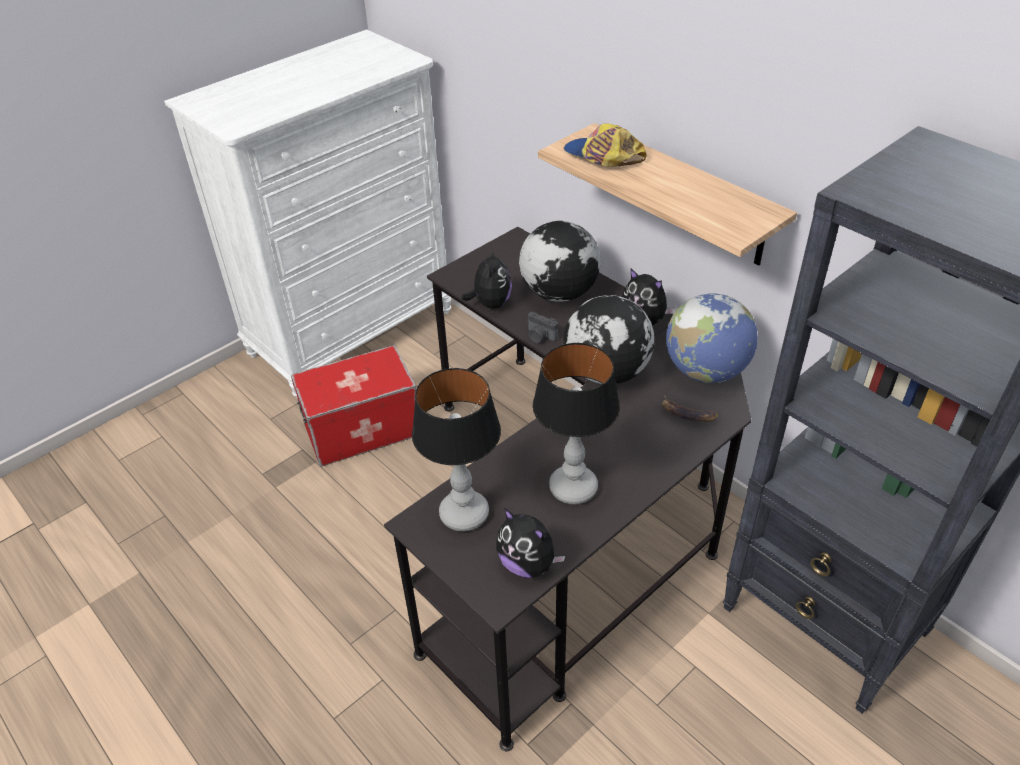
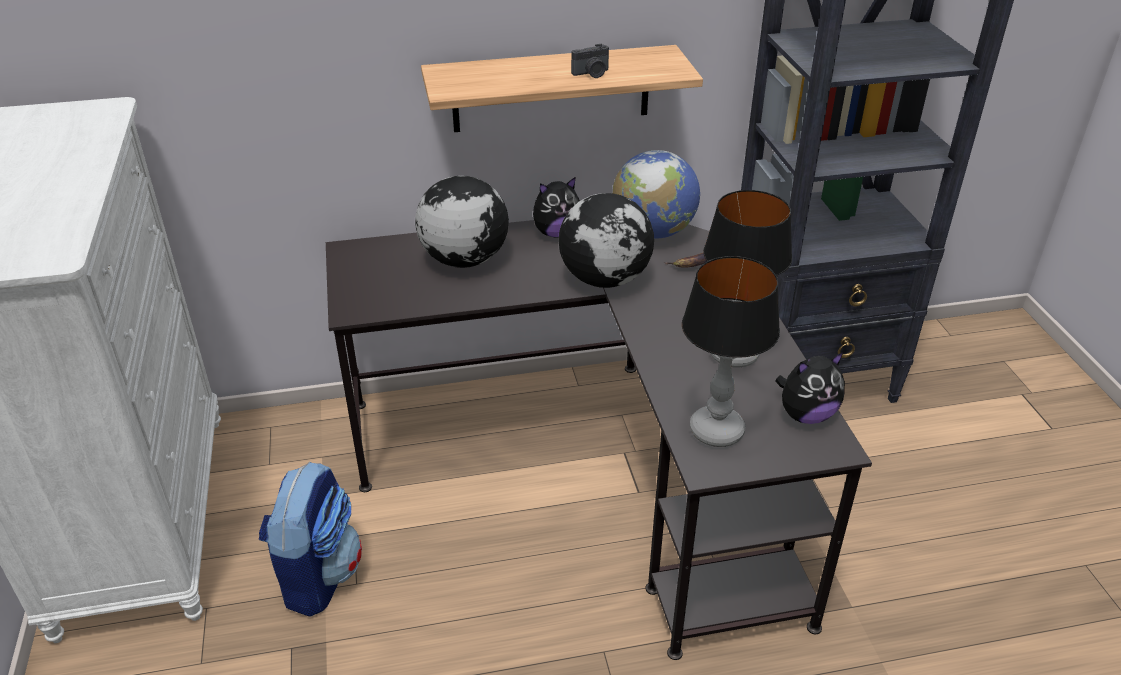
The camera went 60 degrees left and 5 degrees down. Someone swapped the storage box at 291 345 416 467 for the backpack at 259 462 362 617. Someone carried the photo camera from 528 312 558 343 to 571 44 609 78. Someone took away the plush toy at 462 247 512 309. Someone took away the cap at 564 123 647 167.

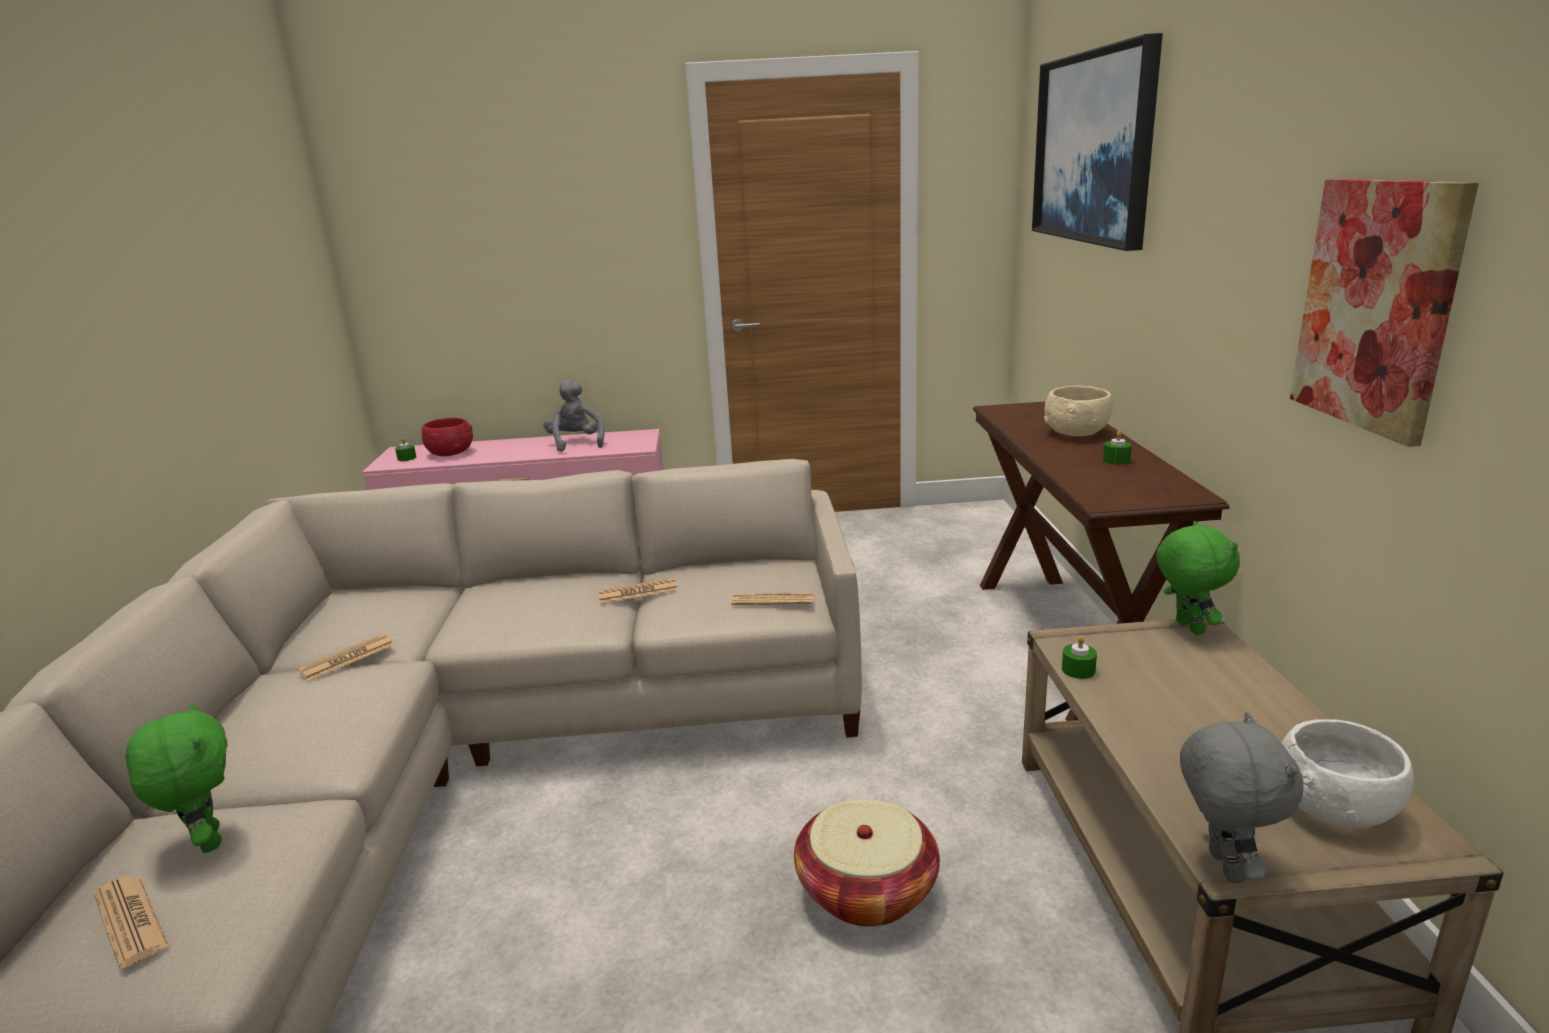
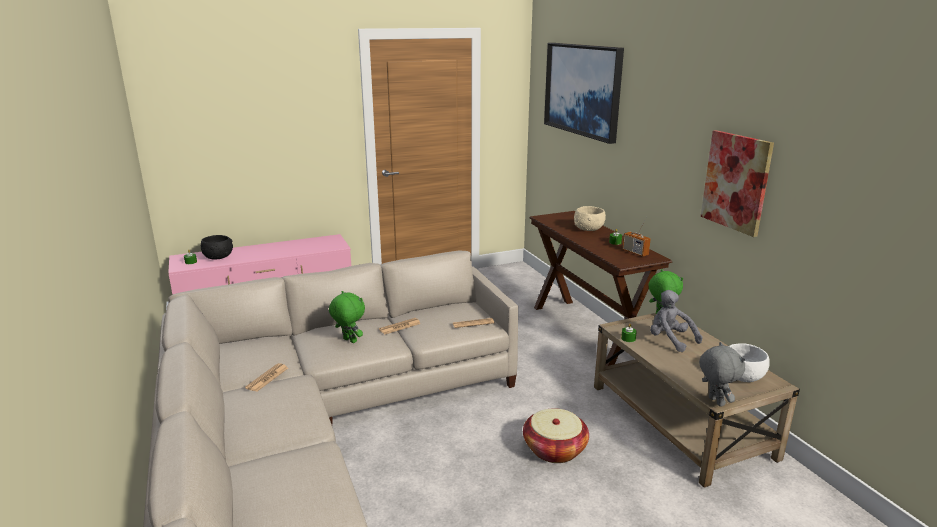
The camera went 20 degrees left and 0 degrees up. Someone repainted the red bowl at 422 418 473 456, which became the black bowl at 201 235 233 260. Someone carried the green plush toy from 125 702 227 853 to 329 291 365 343. Someone put down the radio at 622 217 651 256. Someone carried the grey plush toy from 544 379 605 452 to 650 290 702 352. Someone took away the newspaper at 94 876 169 969.

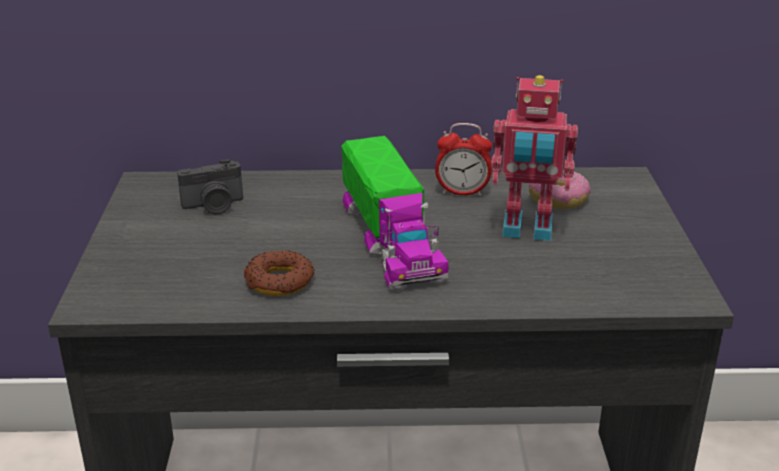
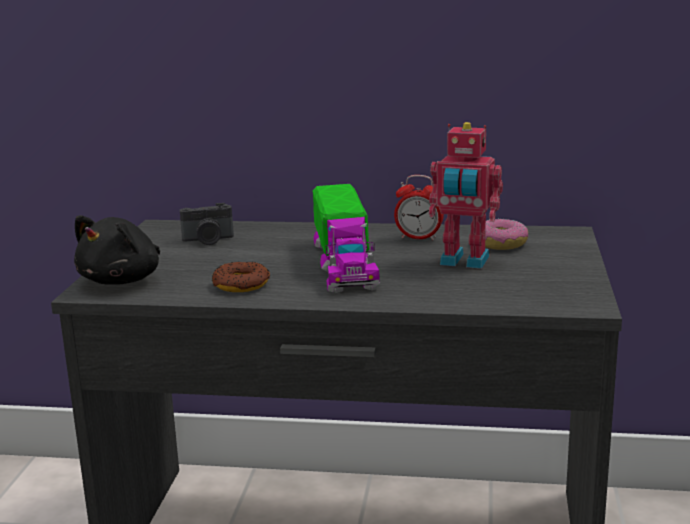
The camera went 10 degrees right and 10 degrees down. Someone put down the black plush toy at 74 215 160 285.

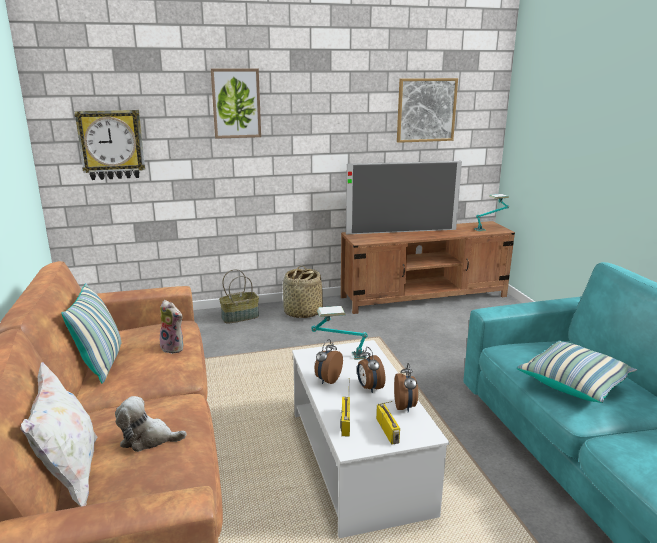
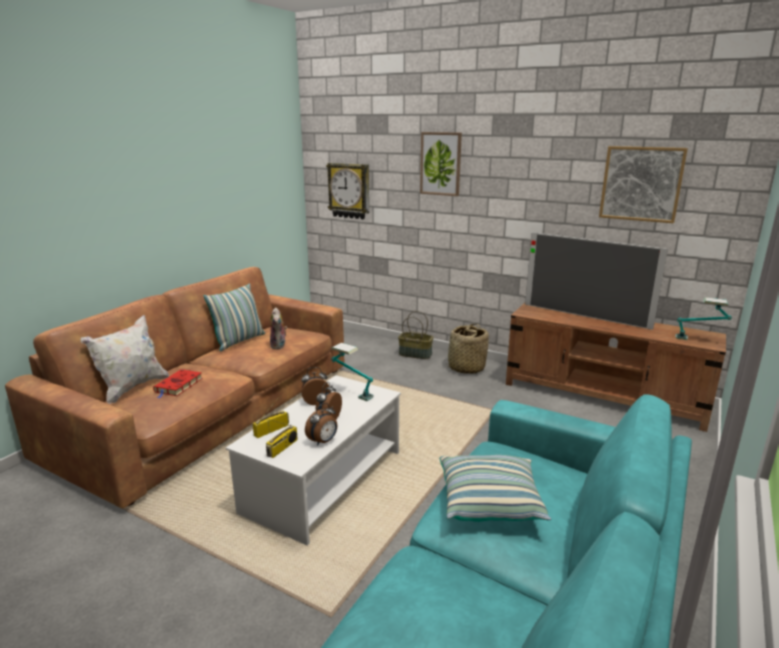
The camera went 45 degrees right and 0 degrees up. Someone swapped the plush toy at 115 396 187 452 for the red book at 153 369 203 398.

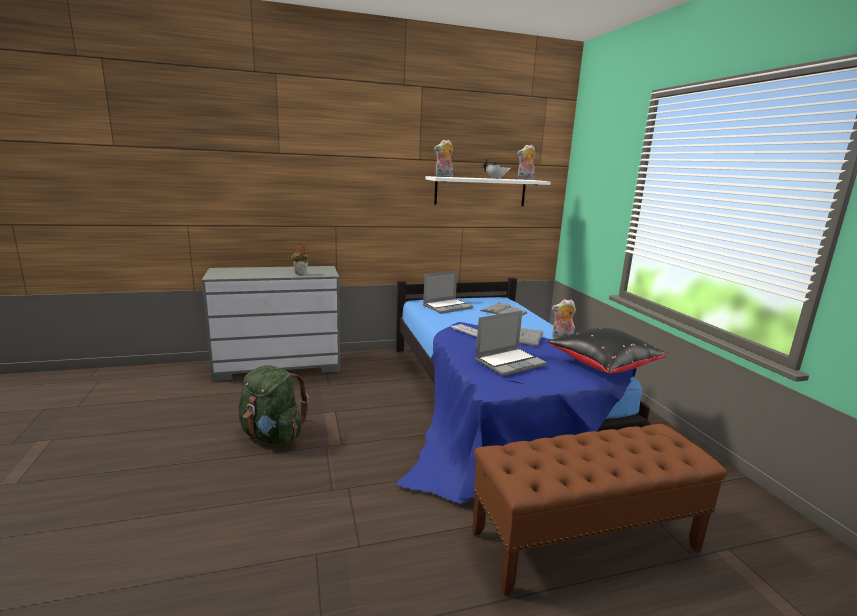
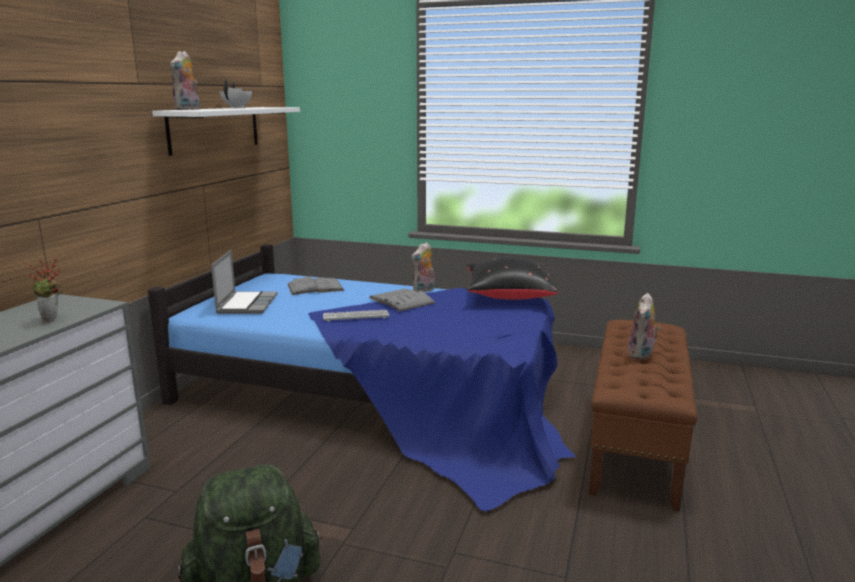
The camera went 55 degrees left and 0 degrees up. Someone carried the plush toy from 517 145 536 180 to 628 293 660 359. Someone took away the laptop at 475 311 547 376.

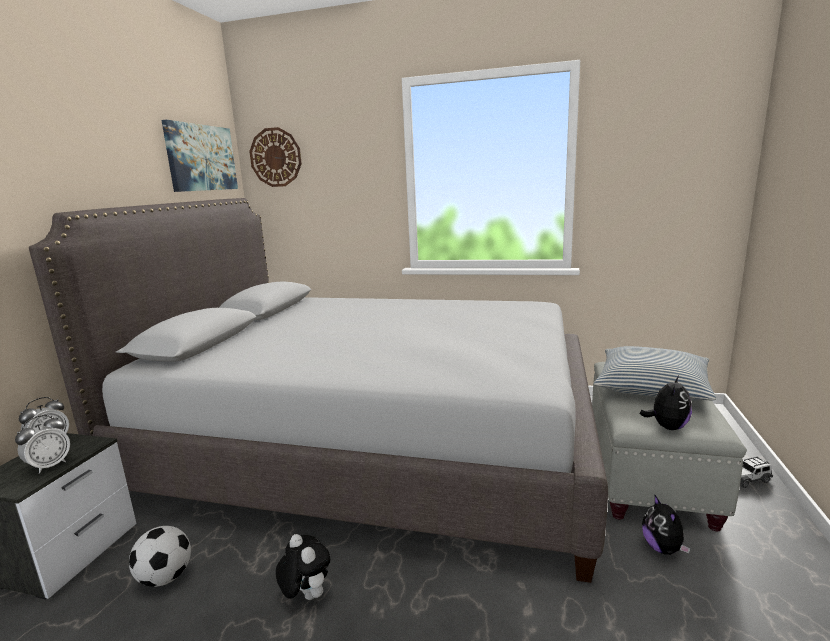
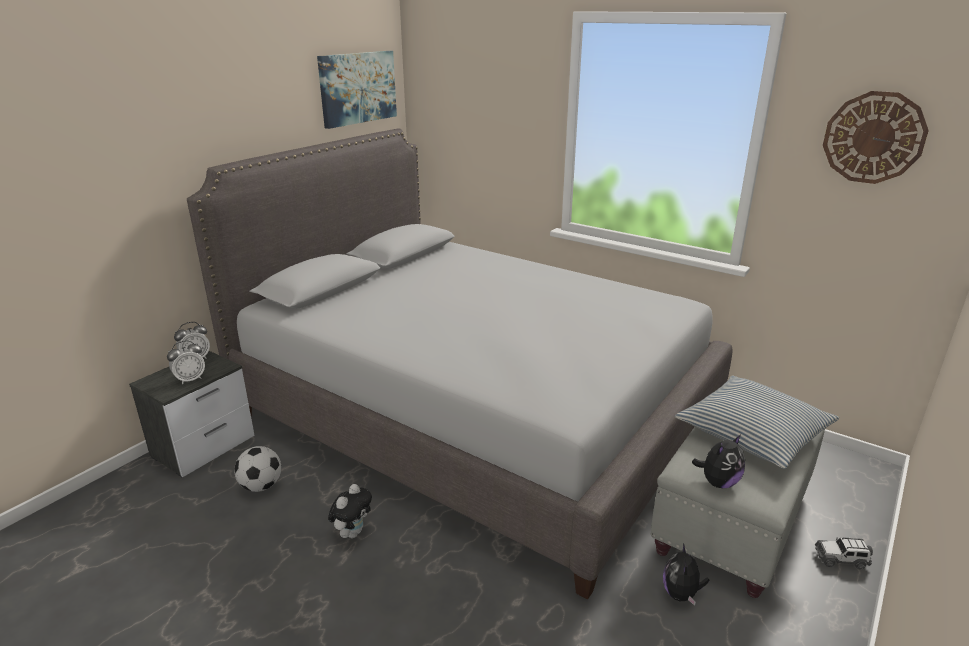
The camera went 20 degrees right and 10 degrees up. Someone rotated the plush toy at 276 534 330 600 by 45 degrees clockwise. Someone carried the wall clock from 249 127 302 187 to 823 91 929 184.

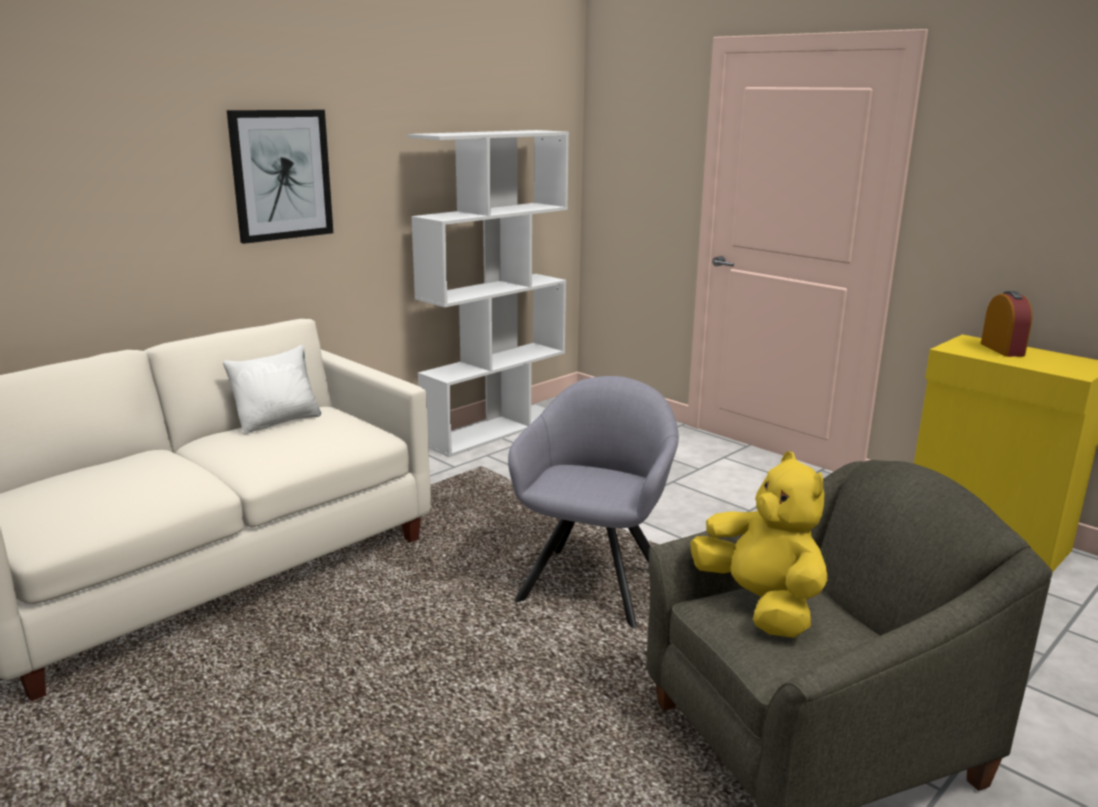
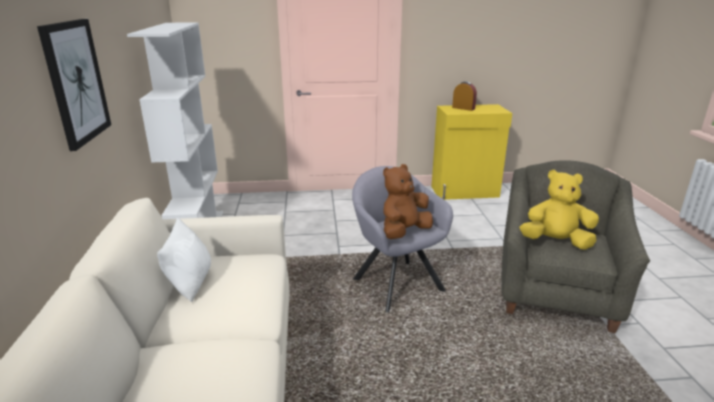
The camera went 50 degrees left and 5 degrees up. Someone put down the brown plush toy at 383 164 433 239.

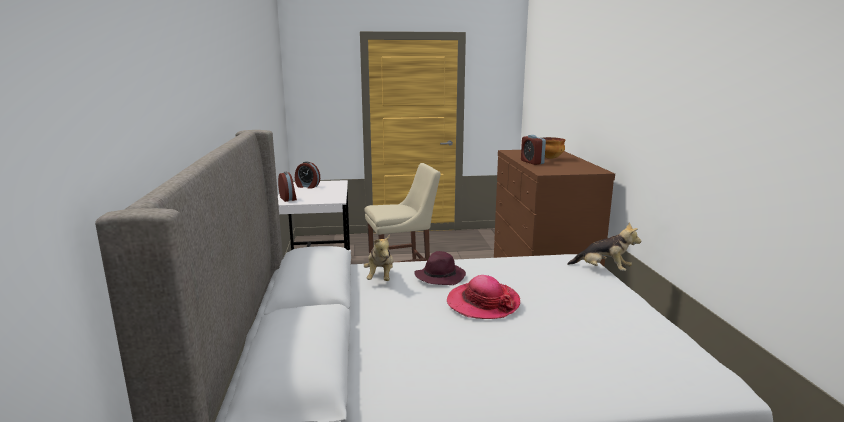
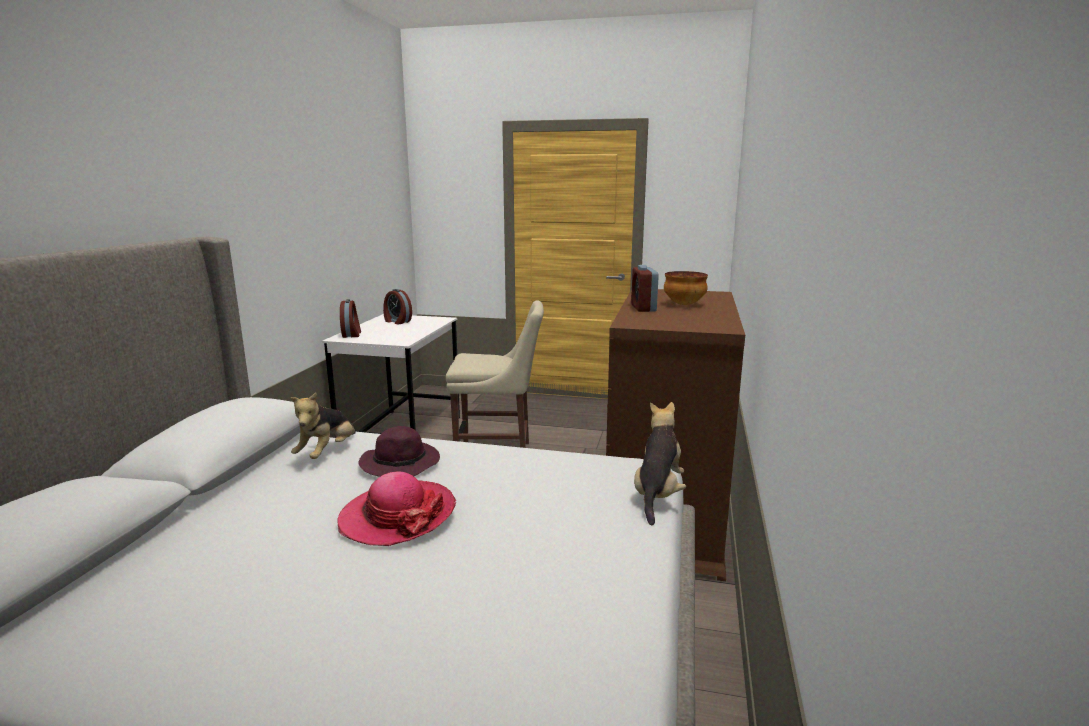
The camera went 20 degrees right and 0 degrees up. Someone rotated the plush toy at 568 222 641 271 by 120 degrees counterclockwise.

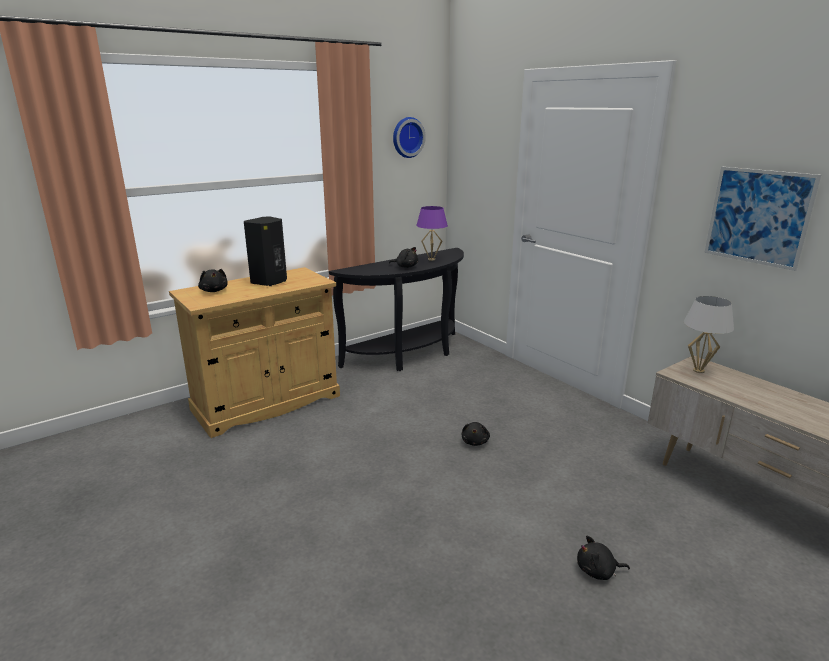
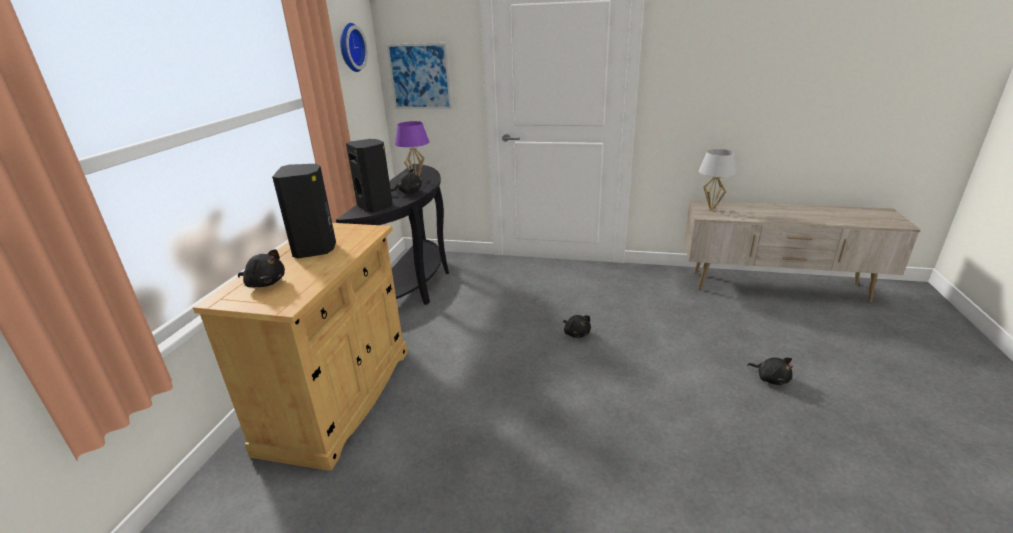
The camera went 40 degrees left and 5 degrees up. Someone put down the black speaker at 346 139 393 213. Someone carried the picture from 704 167 821 271 to 387 43 452 109. Someone rotated the black plush toy at 577 535 630 580 by 90 degrees counterclockwise.

